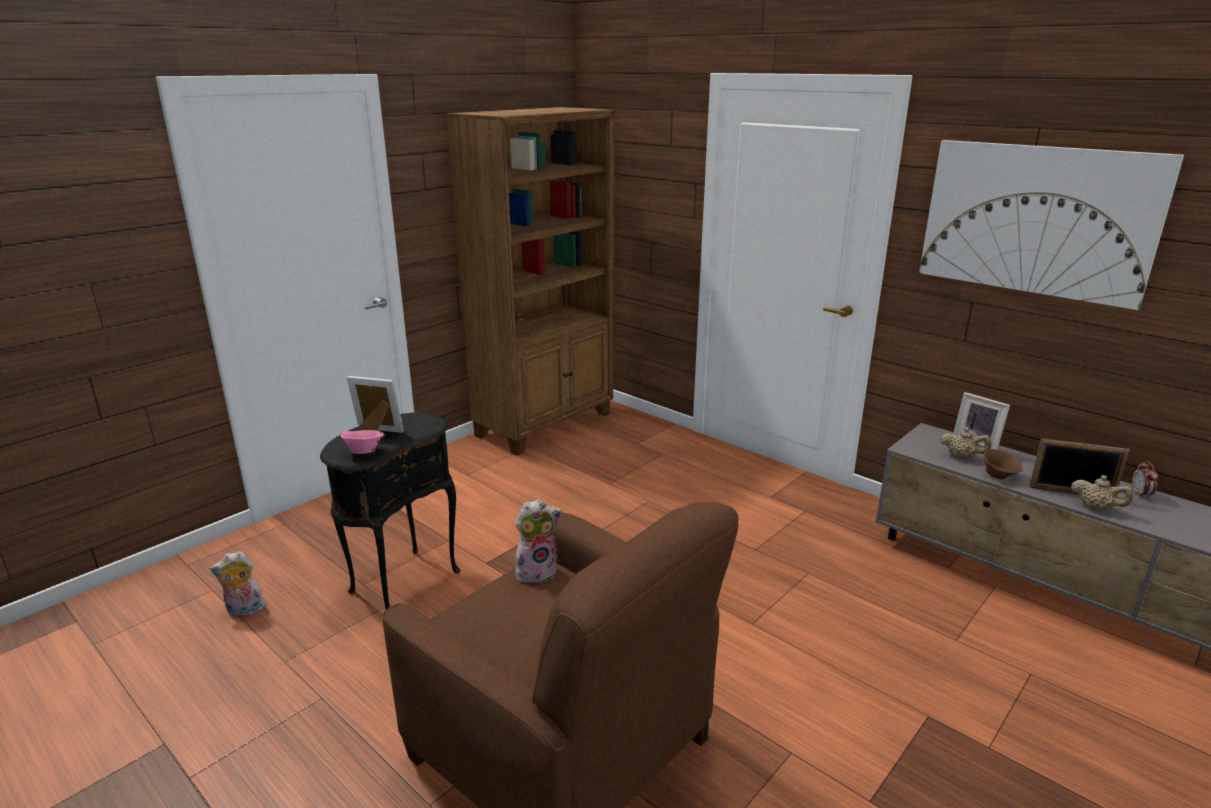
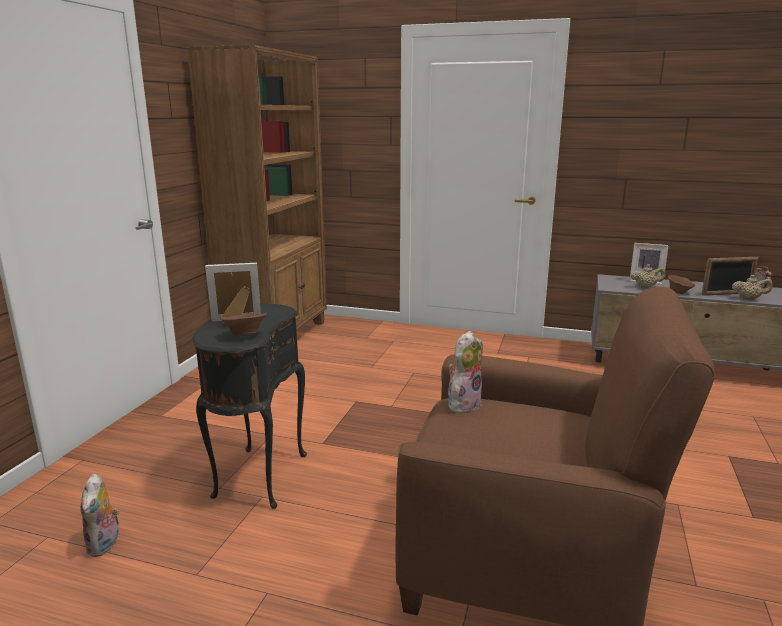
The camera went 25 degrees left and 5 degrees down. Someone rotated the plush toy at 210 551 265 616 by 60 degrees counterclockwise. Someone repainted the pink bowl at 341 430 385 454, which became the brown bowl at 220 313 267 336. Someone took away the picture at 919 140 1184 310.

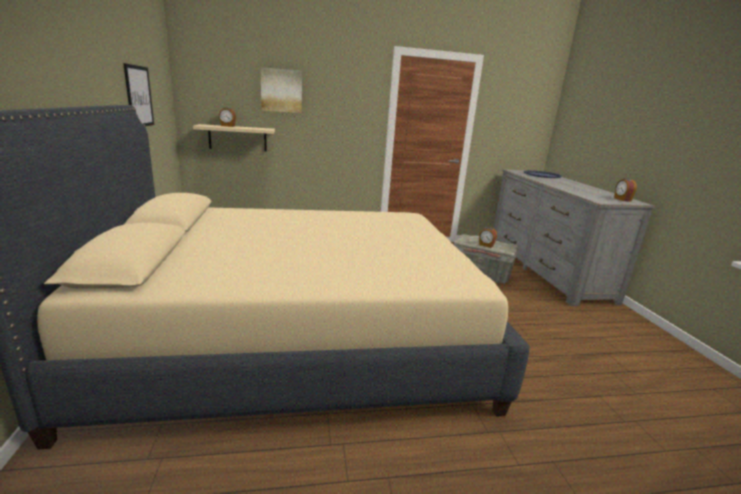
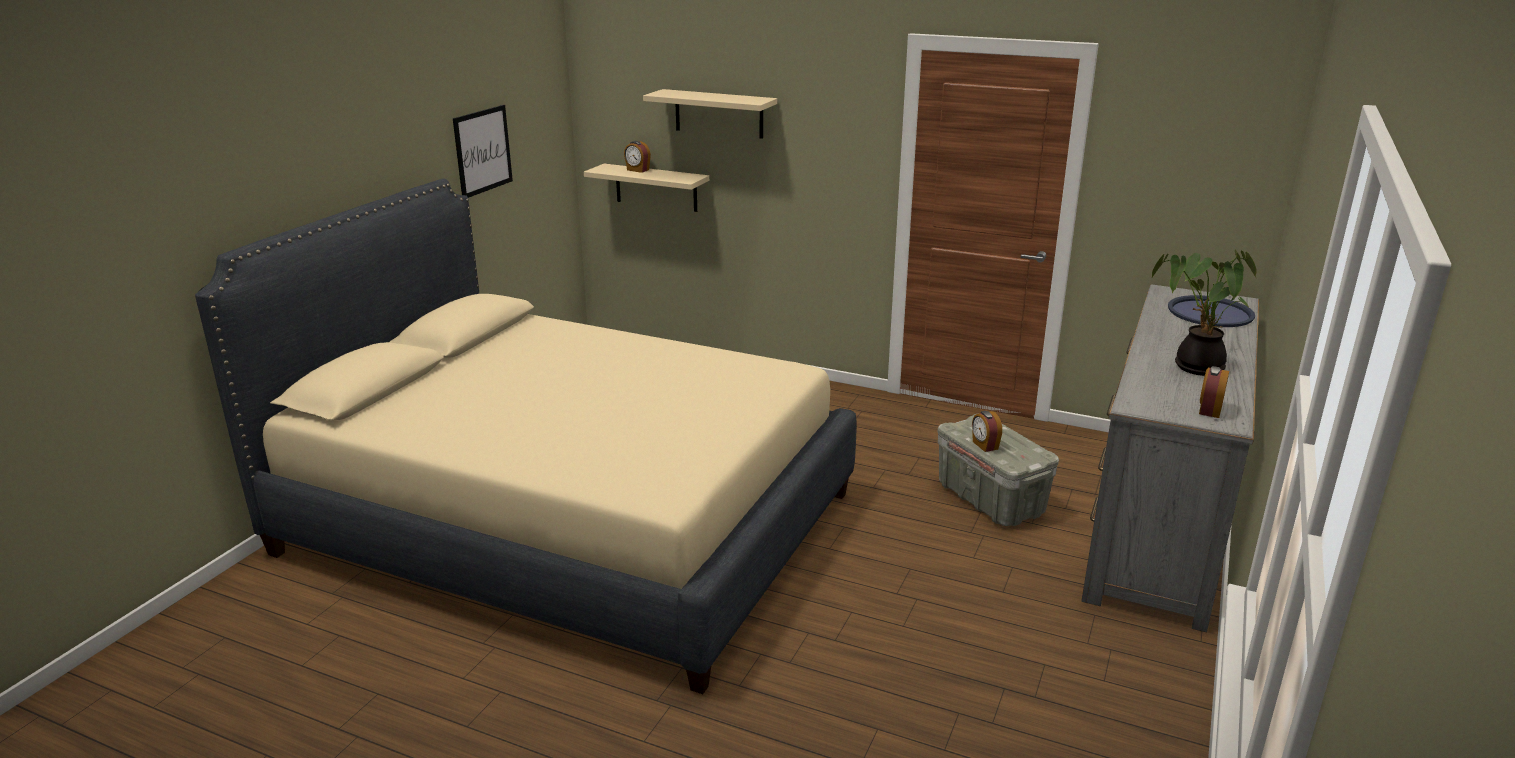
The camera went 35 degrees right and 5 degrees up. Someone swapped the picture at 260 67 302 113 for the beige shelf at 643 89 777 139. Someone put down the potted plant at 1151 249 1257 376.

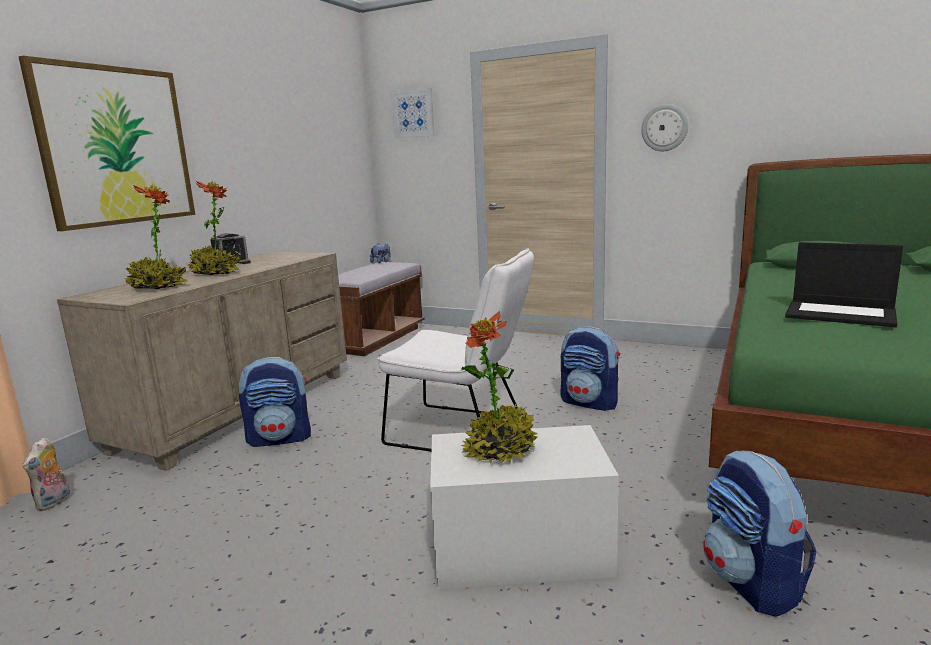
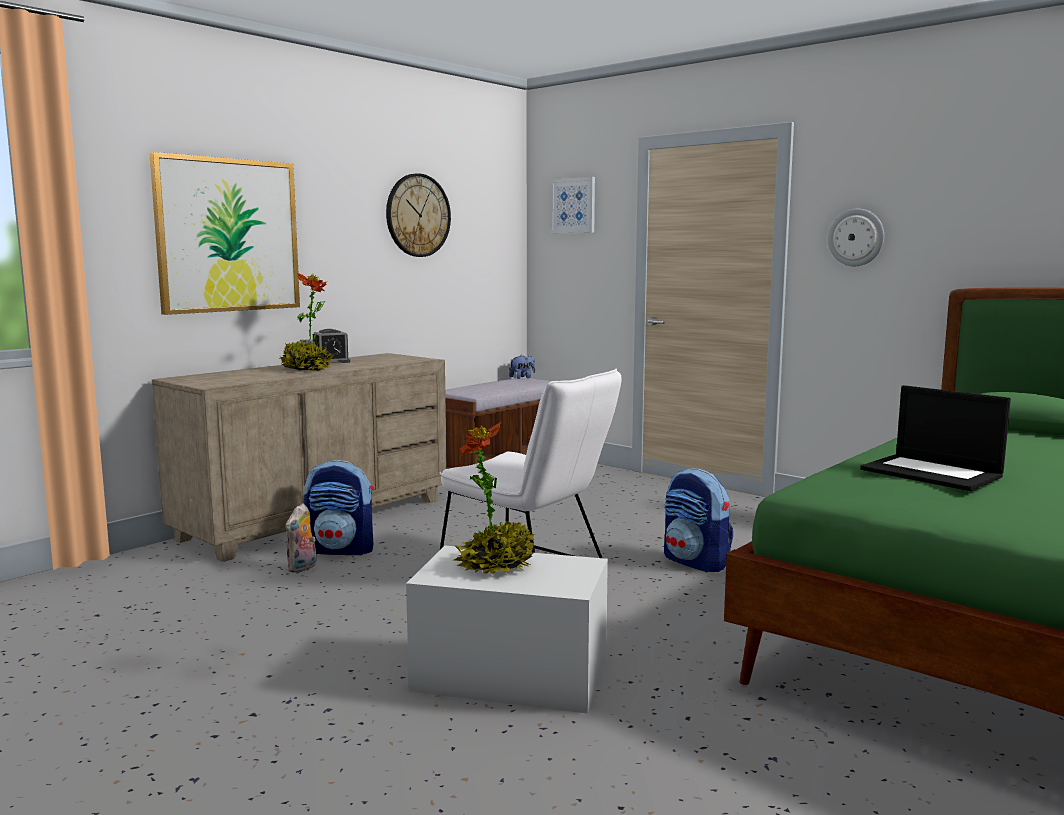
The camera went 15 degrees right and 5 degrees down. Someone carried the plush toy from 22 437 70 511 to 285 503 316 573. Someone put up the wall clock at 386 174 451 257. Someone took away the potted plant at 125 185 188 289. Someone took away the backpack at 703 450 817 617.

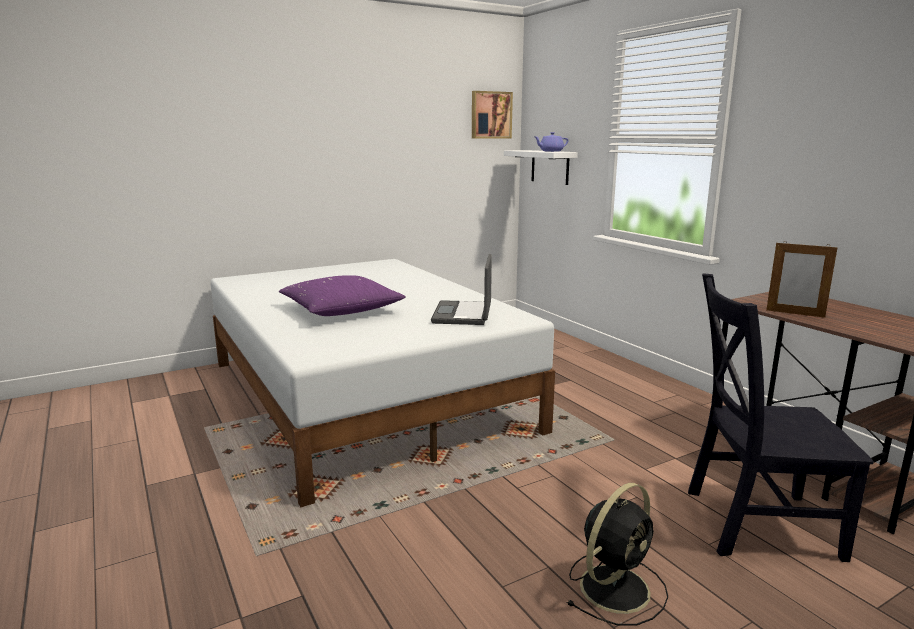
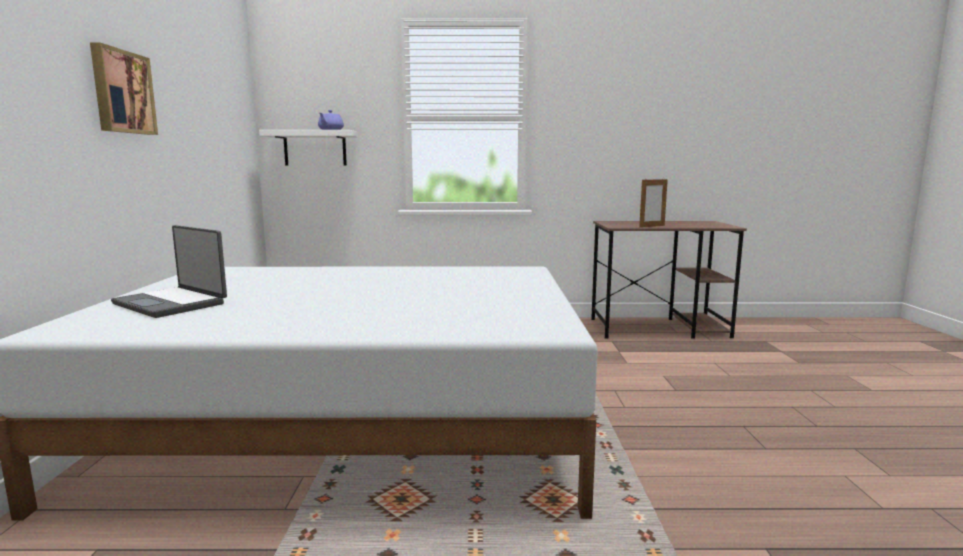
The camera went 60 degrees left and 5 degrees down. Someone carried the picture from 472 91 513 139 to 90 43 158 135. Someone carried the laptop from 431 254 492 325 to 111 225 227 318. Someone took away the purple pillow at 279 275 406 316. Someone took away the black fan at 567 483 668 626. Someone took away the black chair at 688 273 874 562.

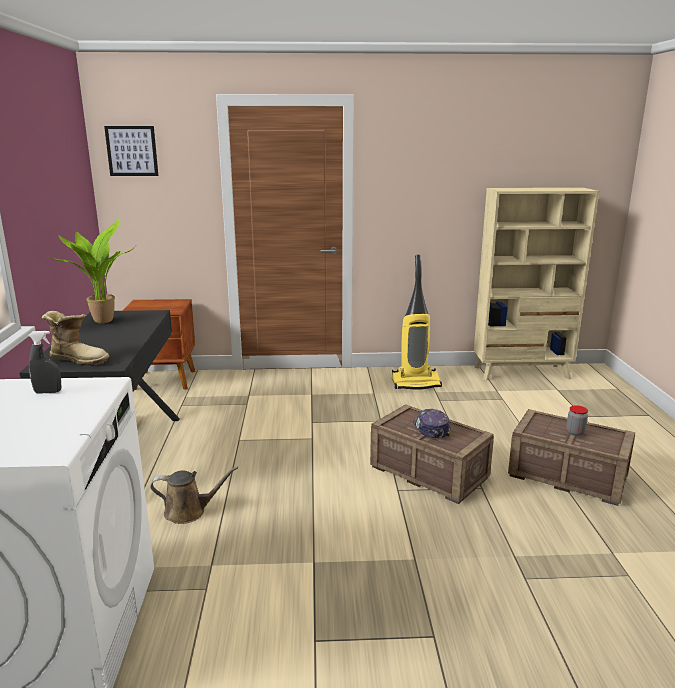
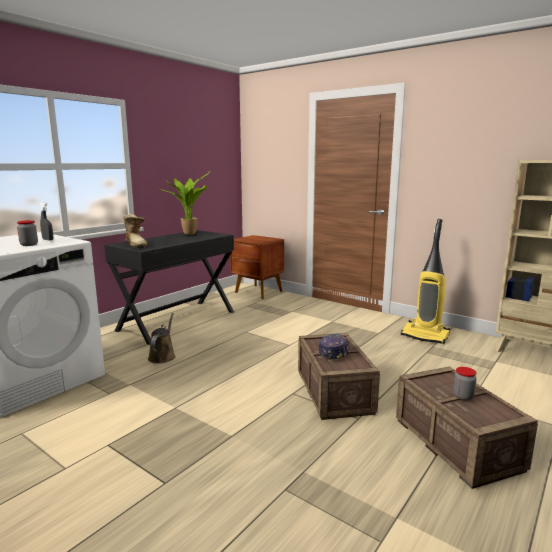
The camera went 40 degrees right and 5 degrees down. Someone put down the jar at 17 220 38 246. Someone rotated the brown watering can at 150 466 238 524 by 120 degrees counterclockwise. Someone took away the picture at 104 126 158 176.

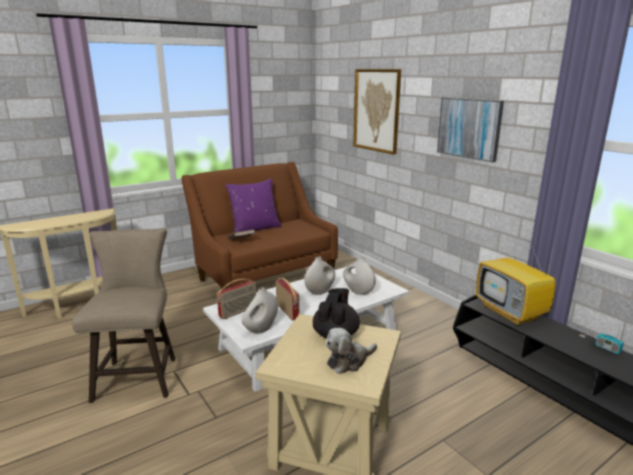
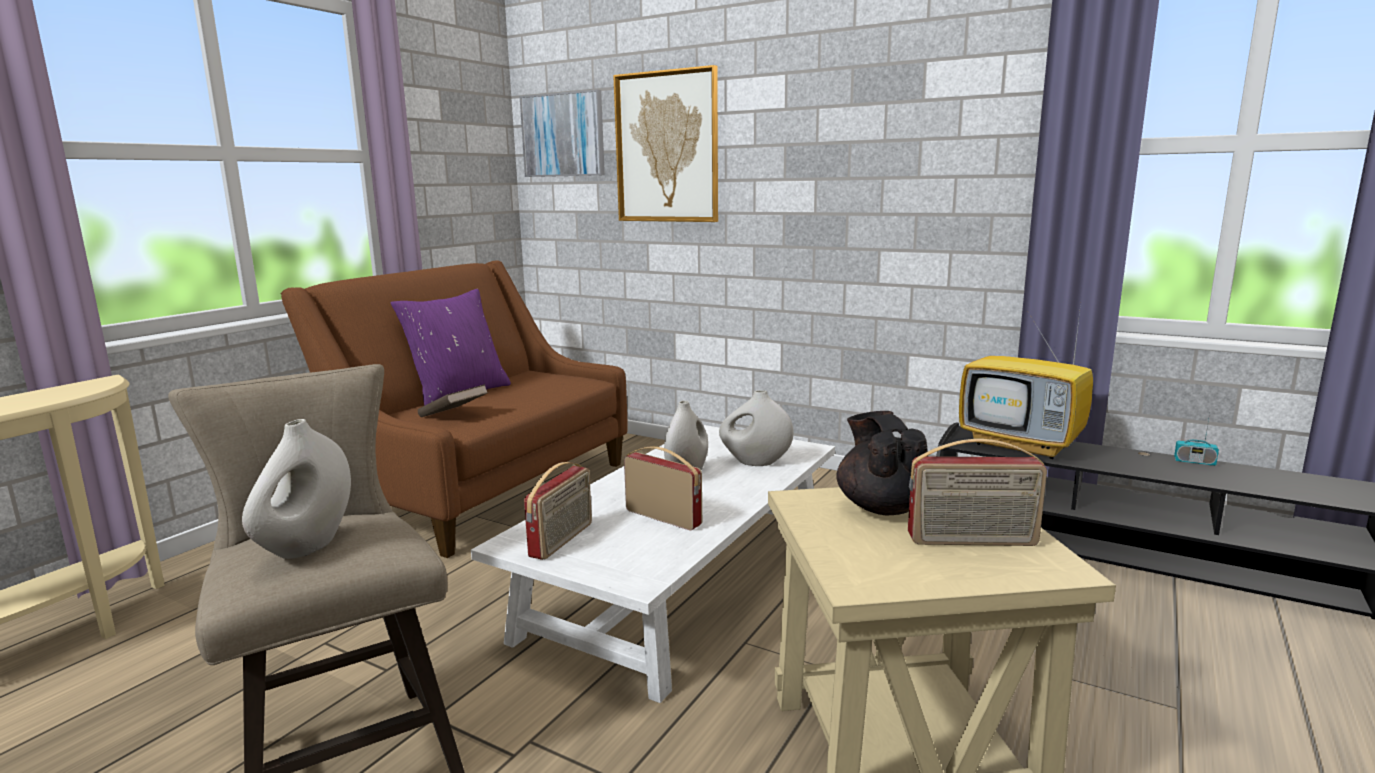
The camera went 25 degrees left and 5 degrees down. Someone carried the white vase from 242 287 278 334 to 242 419 351 559. Someone carried the picture from 437 97 504 162 to 520 90 605 177. Someone swapped the plush toy at 326 328 377 374 for the radio at 908 439 1047 546.

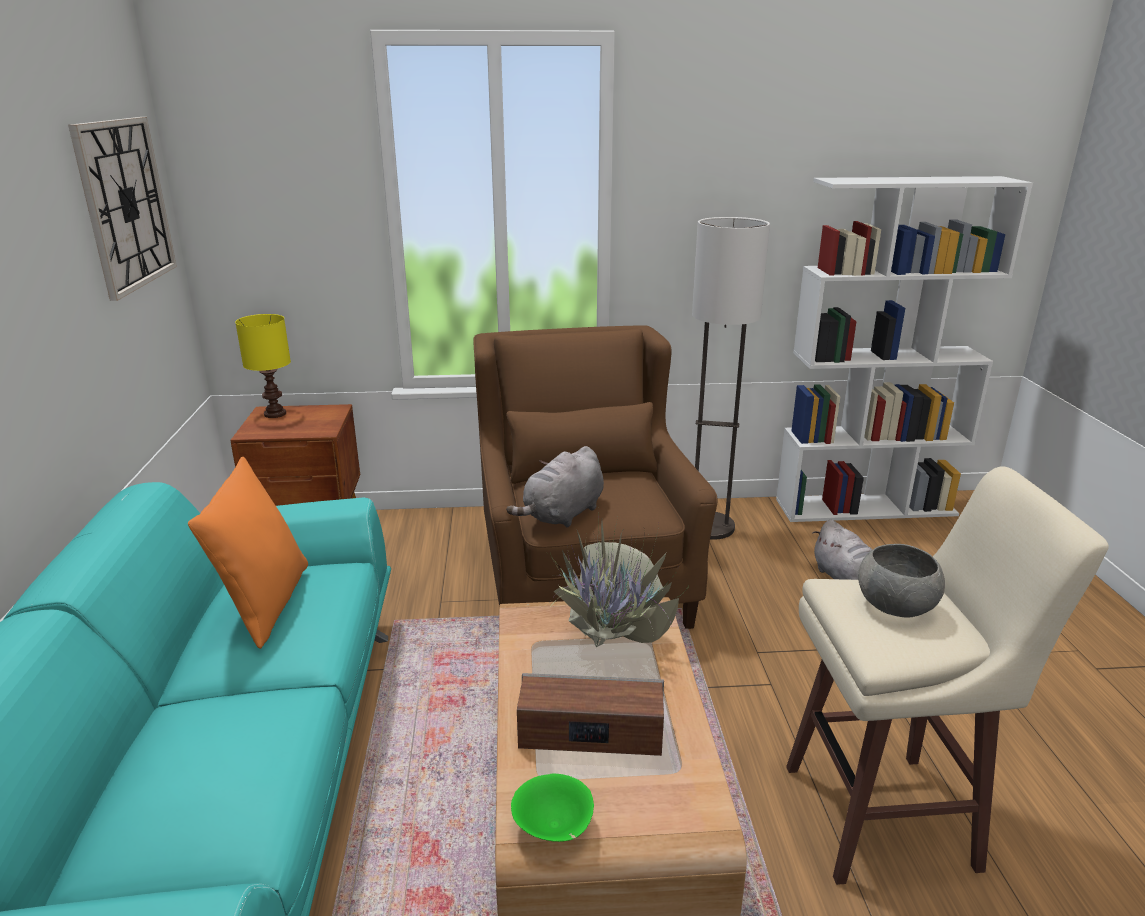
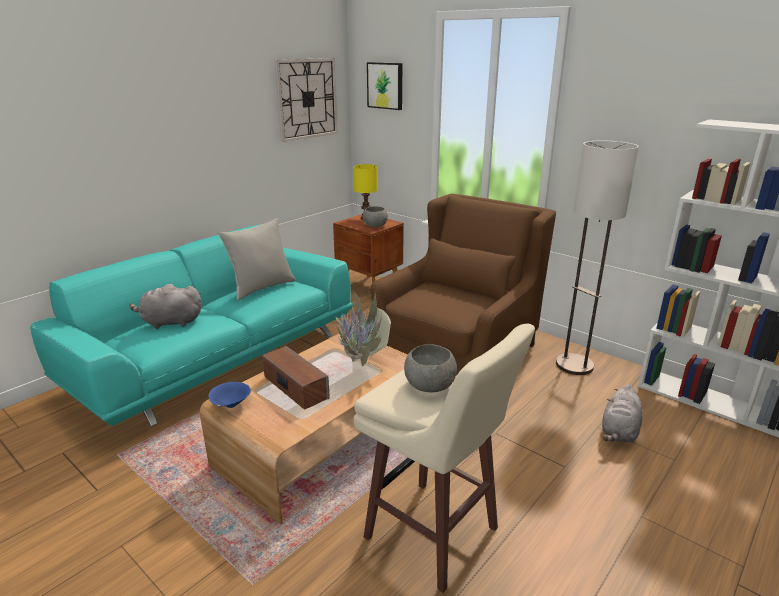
The camera went 45 degrees right and 0 degrees up. Someone carried the grey plush toy from 506 446 604 527 to 130 284 202 329. Someone repainted the green bowl at 511 774 594 842, which became the blue bowl at 208 382 251 408. Someone repainted the orange pillow at 188 457 308 649, which became the grey pillow at 219 219 296 301. Someone put down the grey bowl at 363 206 388 227. Someone put up the picture at 367 62 402 110.

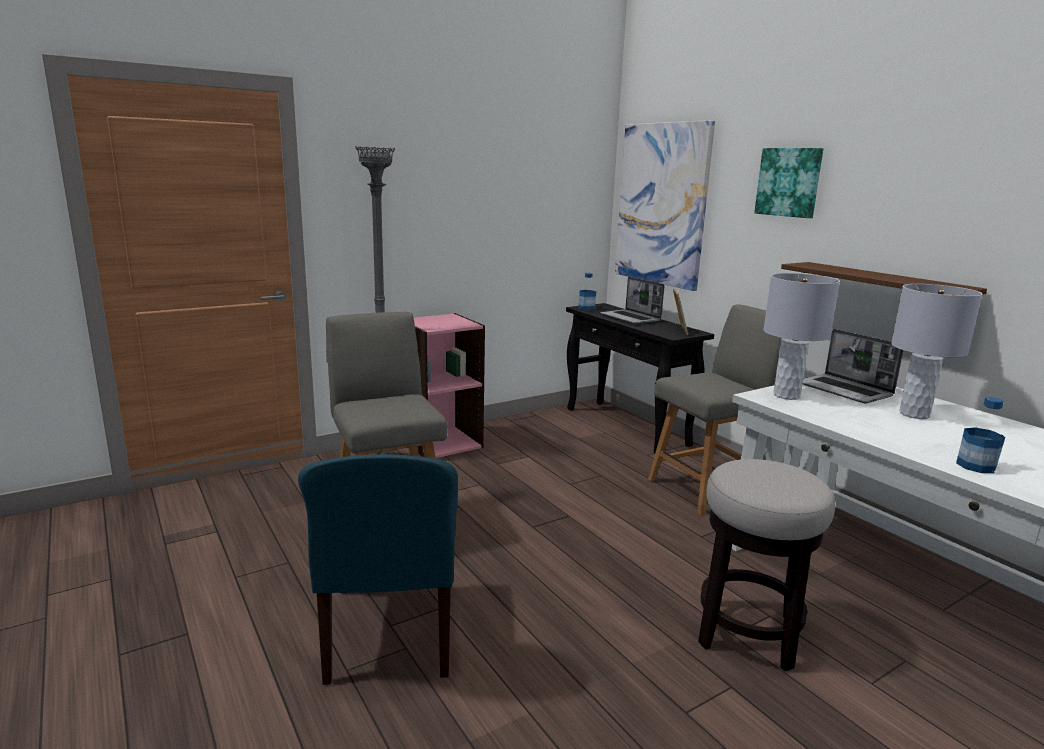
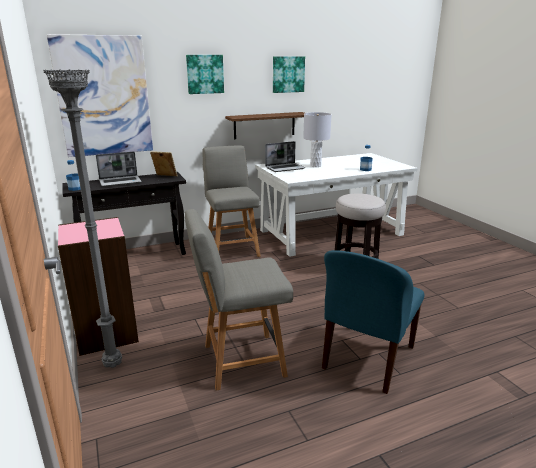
The camera went 80 degrees left and 5 degrees up. Someone put up the picture at 273 56 305 93. Someone rotated the blue chair at 298 454 458 685 by 120 degrees clockwise. Someone took away the grey table lamp at 763 273 840 400.

